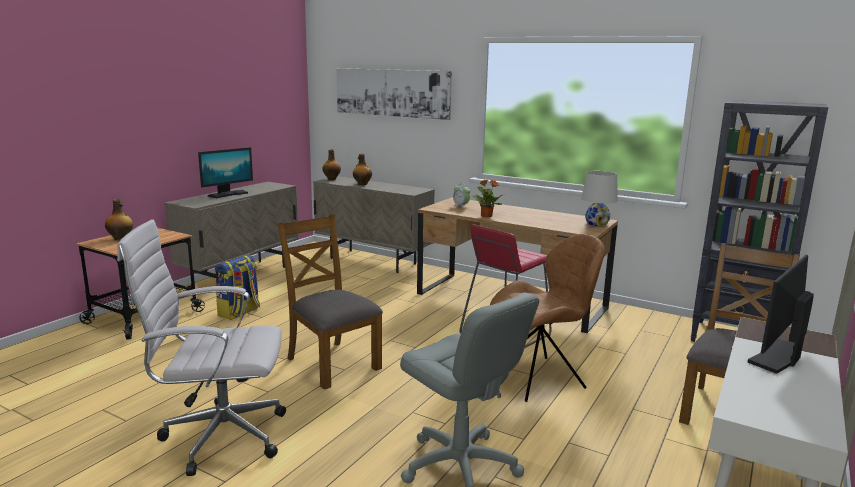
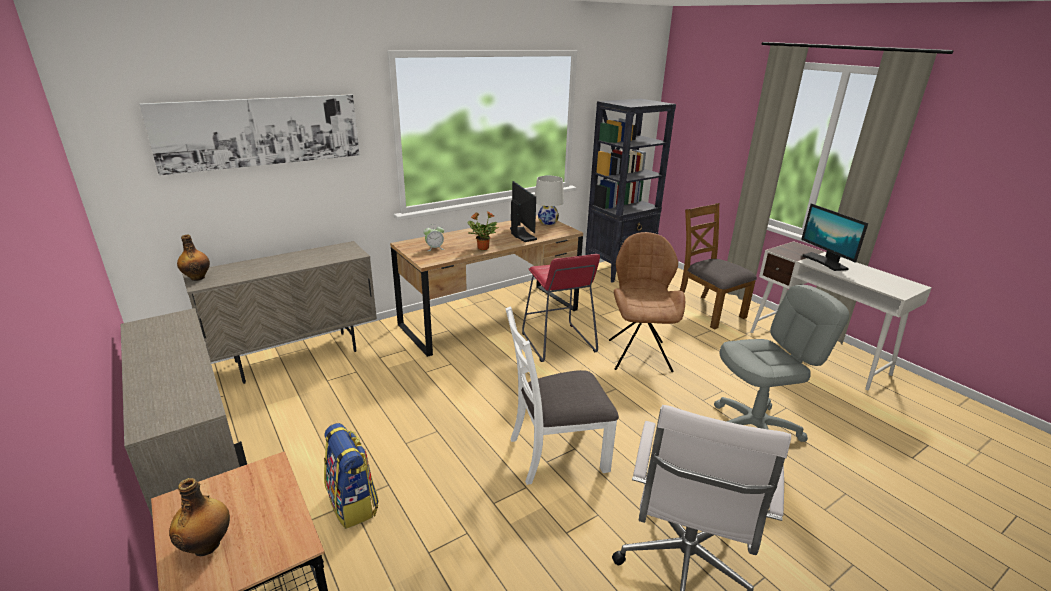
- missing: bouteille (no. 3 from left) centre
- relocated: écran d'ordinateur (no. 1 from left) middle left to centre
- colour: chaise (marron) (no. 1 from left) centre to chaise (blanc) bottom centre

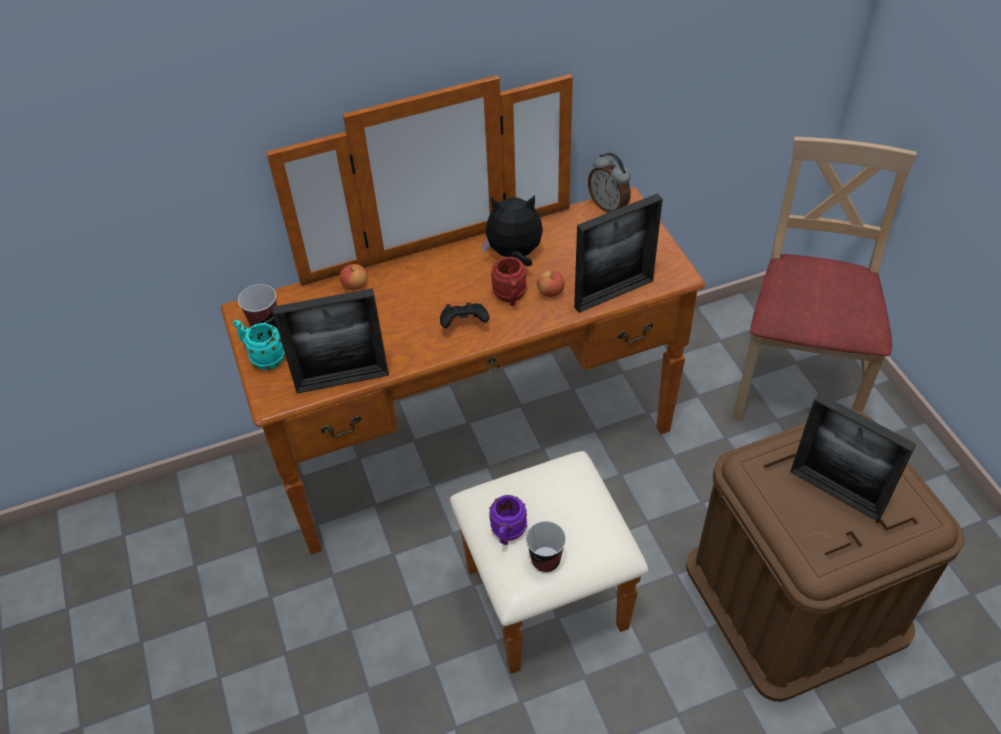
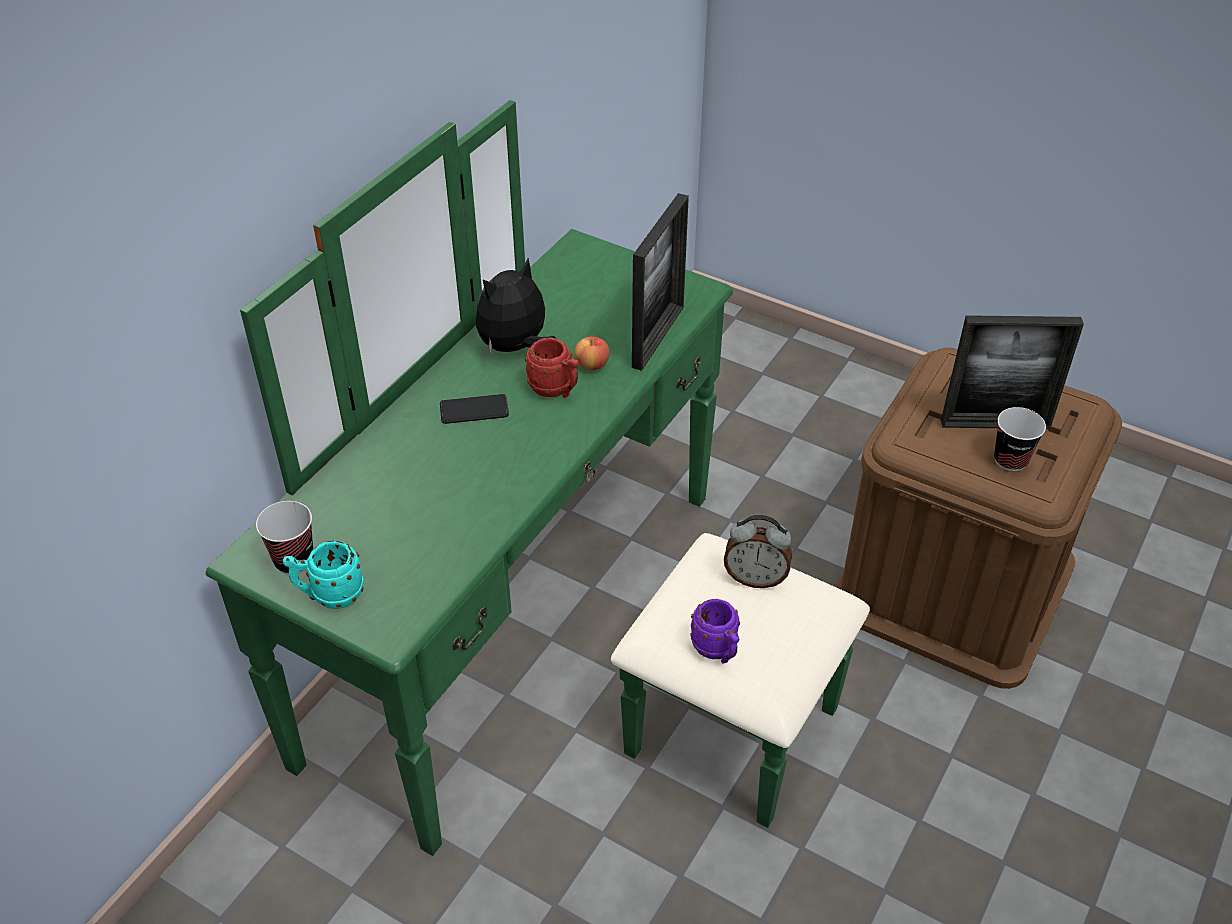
- missing: cadre photo (no. 1 from left) middle left
- missing: pomme (no. 1 from left) centre
- missing: manette (noir) centre
- missing: chaise (beige) middle right
- appeared: téléphone centre
- relocated: tasse (no. 2 from left) bottom centre to middle right
- relocated: réveil top centre to centre
- colour: commode (marron) centre to commode (vert) centre

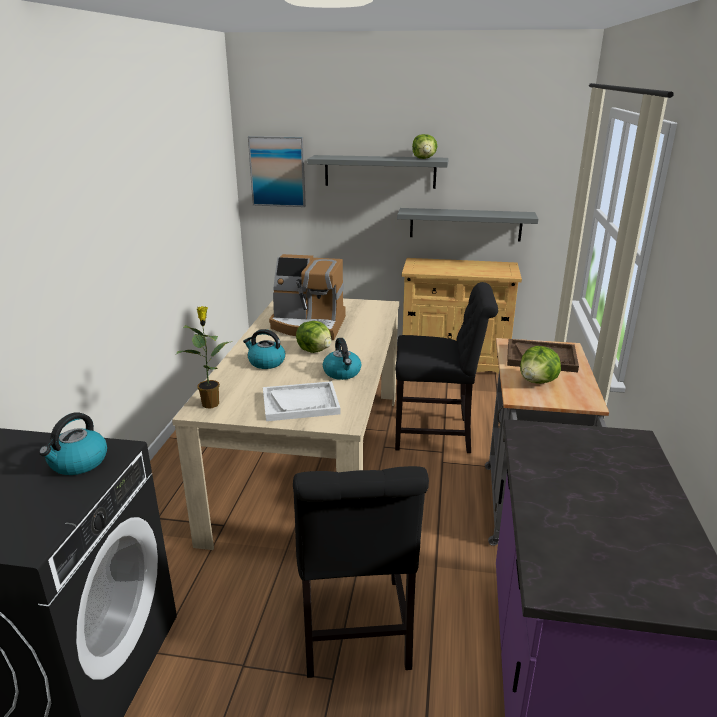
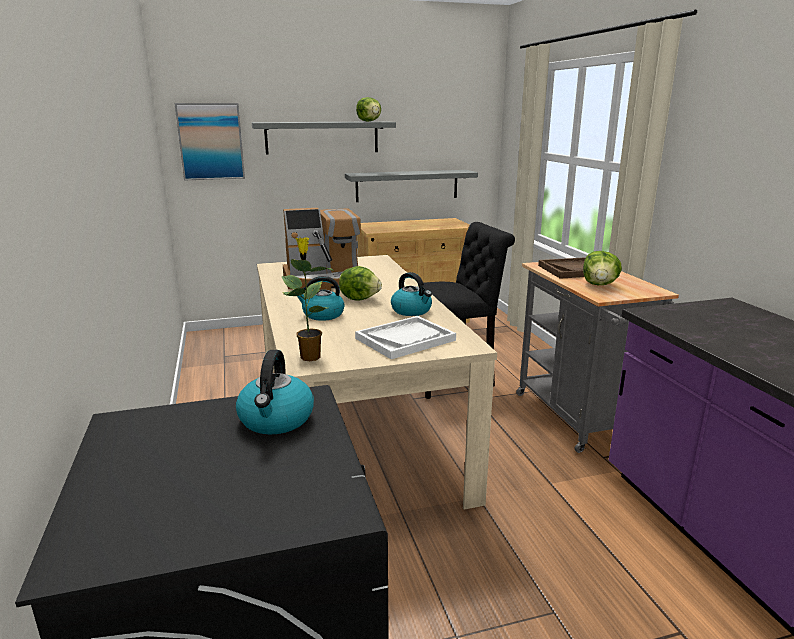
- missing: chaise (noir) (no. 1 from left) bottom centre

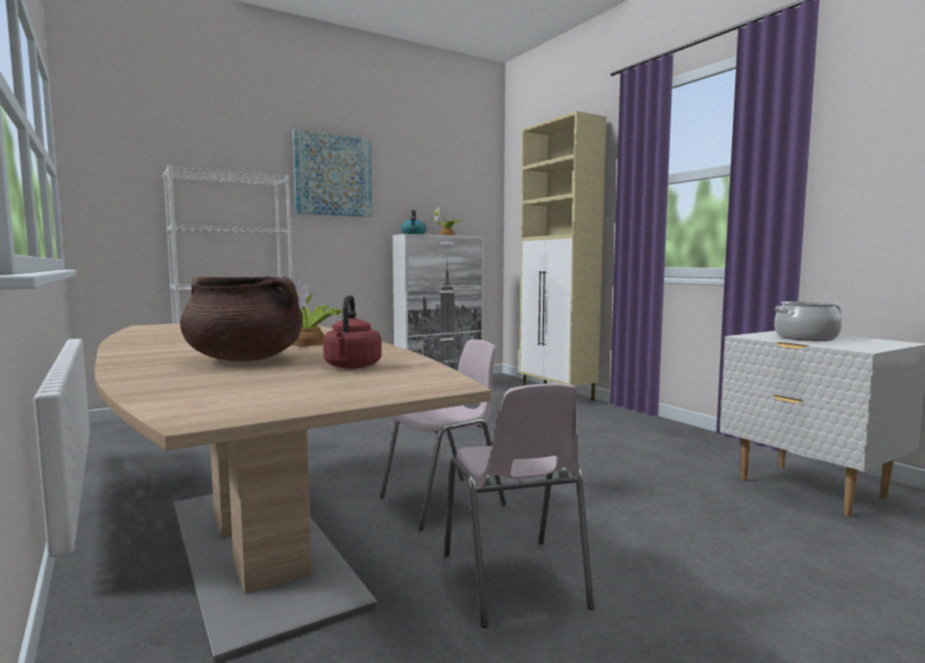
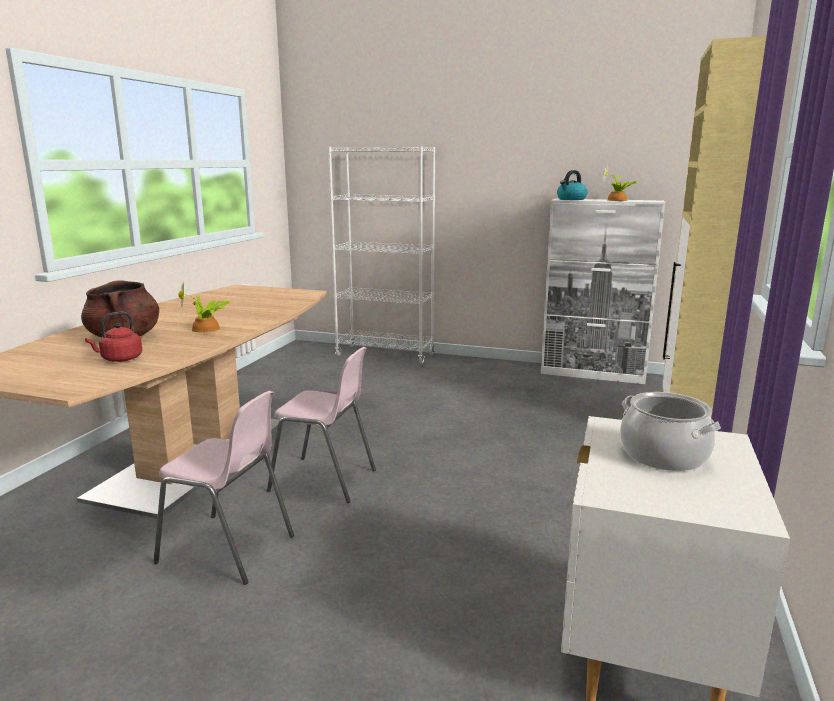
- missing: tableau top centre
- spun: chaise (rose) (no. 2 from left in the first image) bottom centre = bottom left 105 degrees counterclockwise

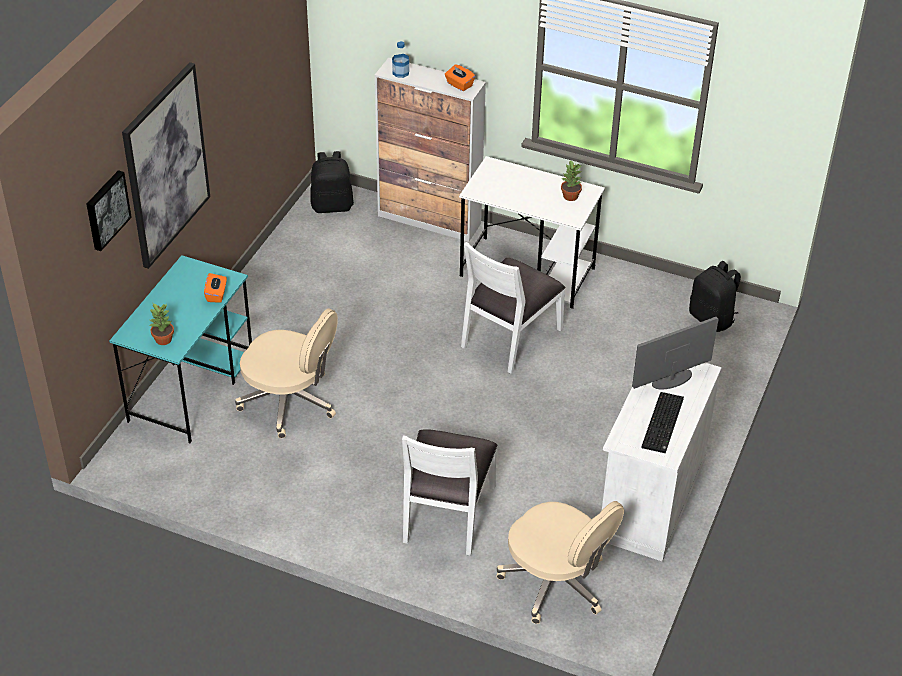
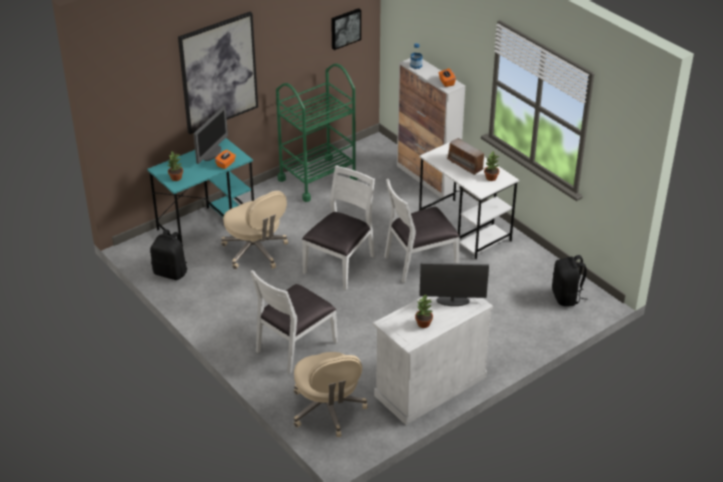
- appeared: écran d'ordinateur (no. 1 from left) top left
- appeared: chariot (vert) top centre
- appeared: chaise (blanc) (no. 2 from left) centre
- appeared: radio top centre
- relocated: tableau (no. 1 from left in the first image) top left to tableau (no. 2 from left) top centre
- relocated: sac à dos (noir) (no. 1 from left) top centre to middle left
- exchanged: clavier middle right to plante en pot (no. 2 from left) centre

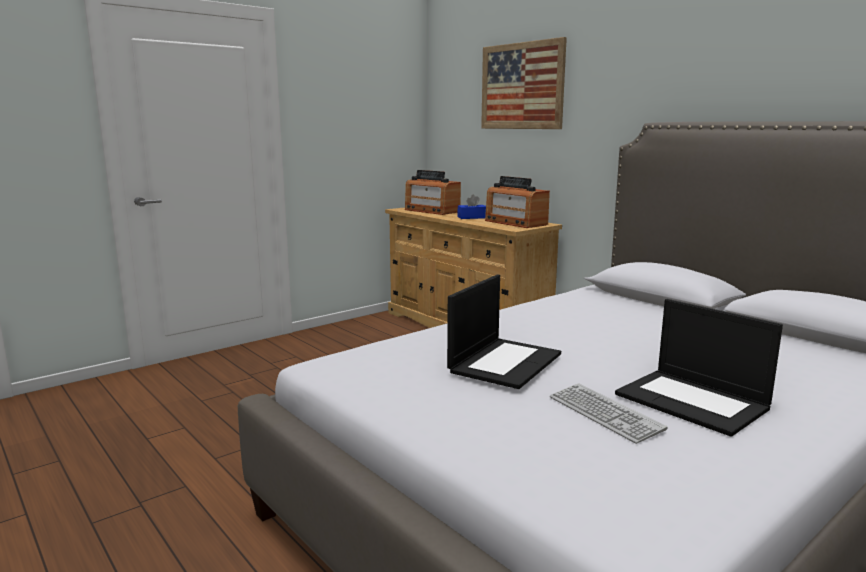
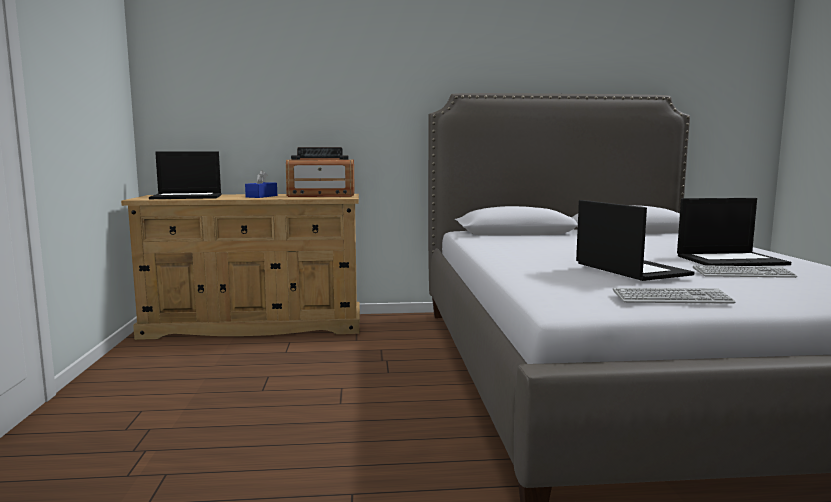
- missing: tableau top centre
- appeared: clavier (no. 1 from left) middle right
- exchanged: radio (no. 1 from left) centre to ordinateur portable (no. 1 from left) middle left

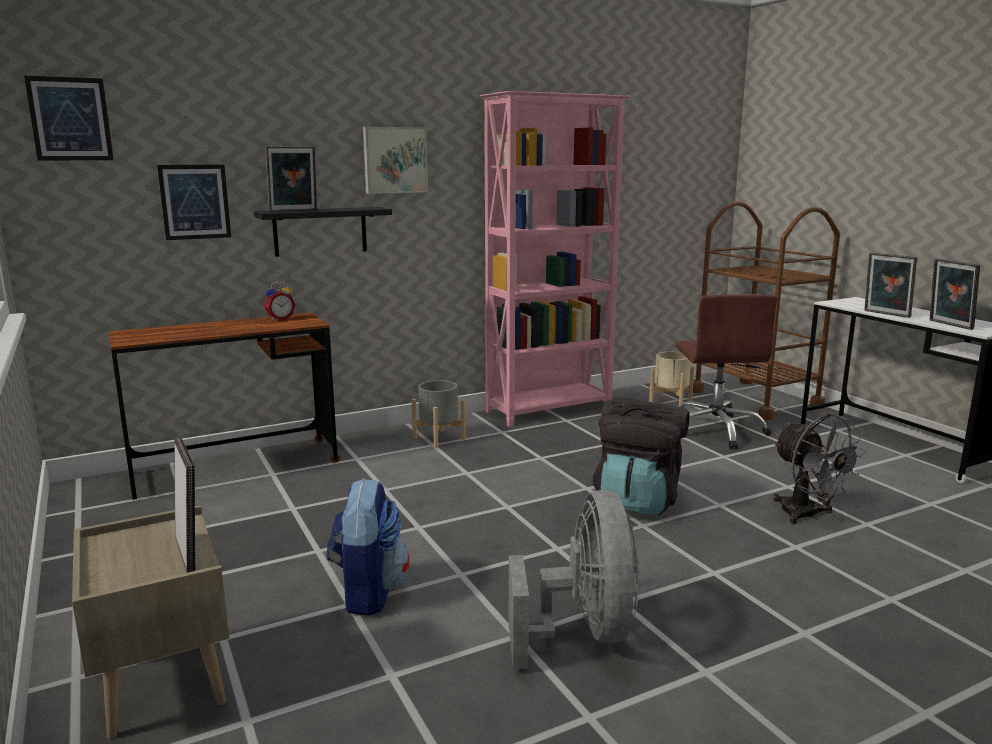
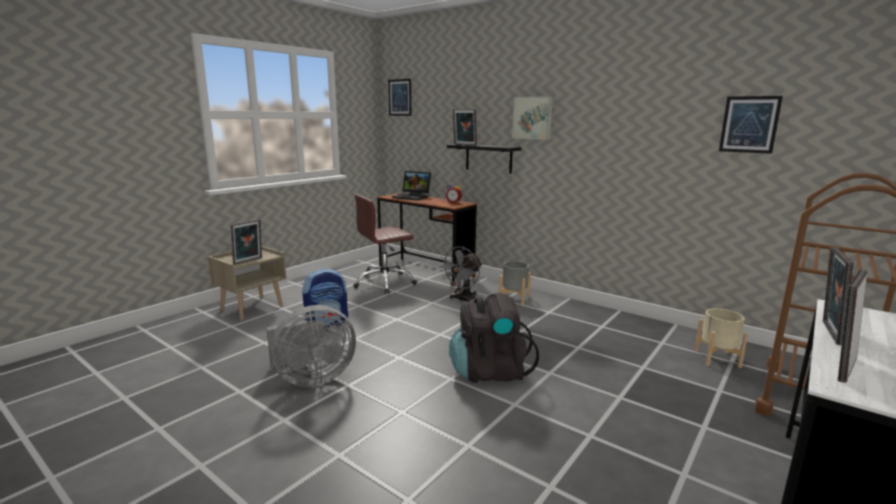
- missing: bibliothèque (rose) centre
- appeared: ordinateur portable centre
- relocated: tableau (no. 2 from left in the first image) top left to tableau (no. 3 from left) top right
- relocated: chaise de bureau (marron) middle right to centre
- relocated: ventilateur (gris) (no. 2 from left) middle right to centre

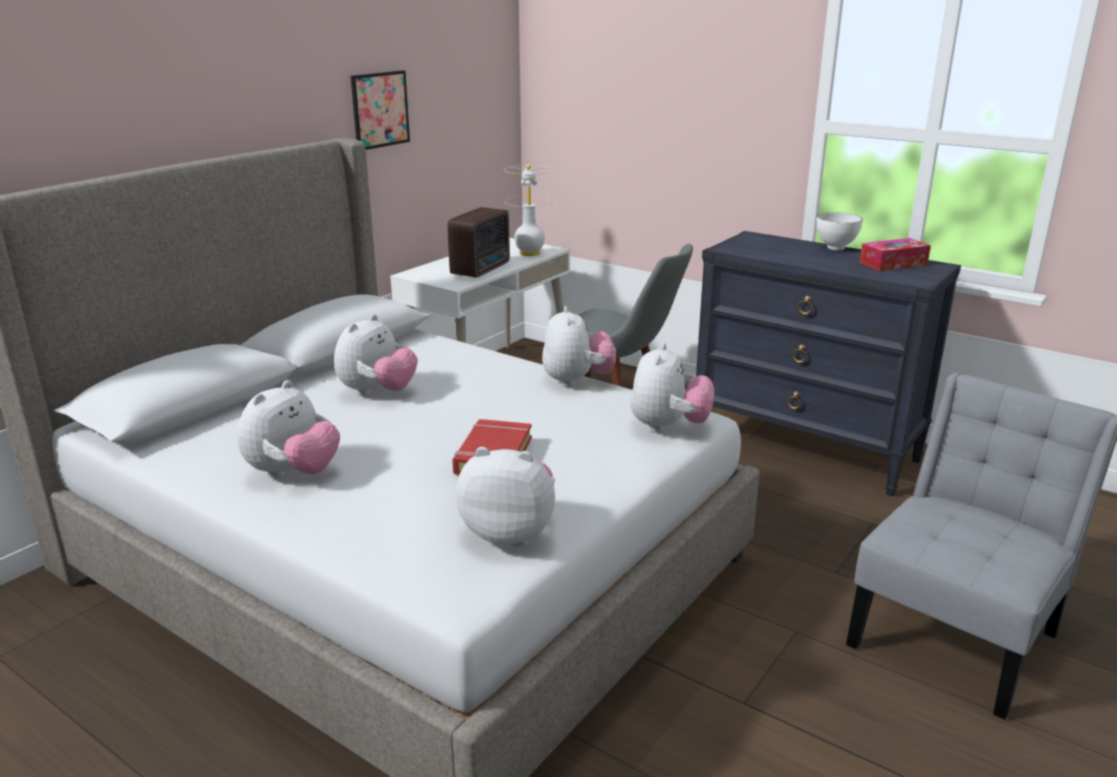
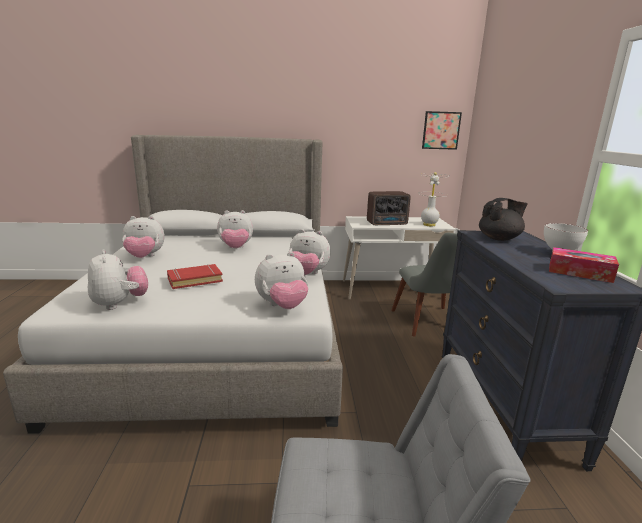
- appeared: théière (noir) middle right
- relocated: tableau top centre to top right
- spun: peluche (no. 4 from left in the first image) centre = centre 60 degrees clockwise

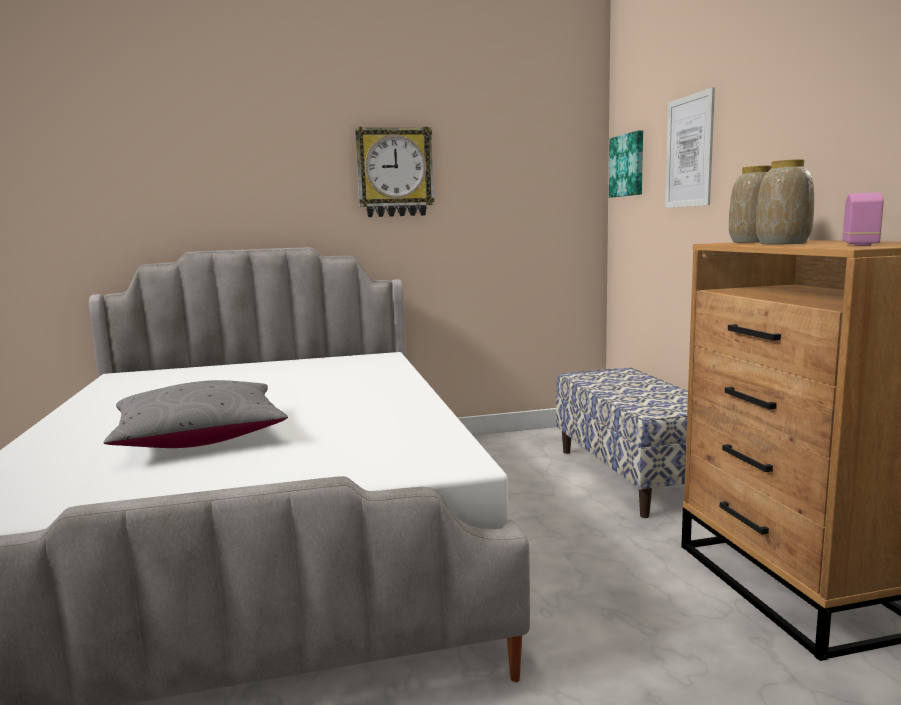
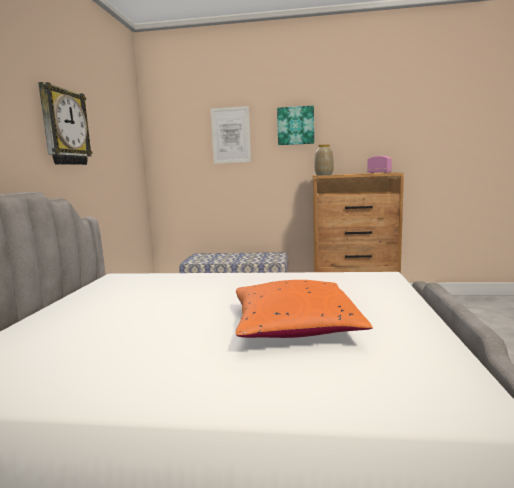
- missing: vase (no. 2 from left) top right
- relocated: tableau (no. 1 from left in the first image) top right to tableau (no. 2 from left) top centre
- colour: coussin (gris) middle left to coussin (orange) centre

